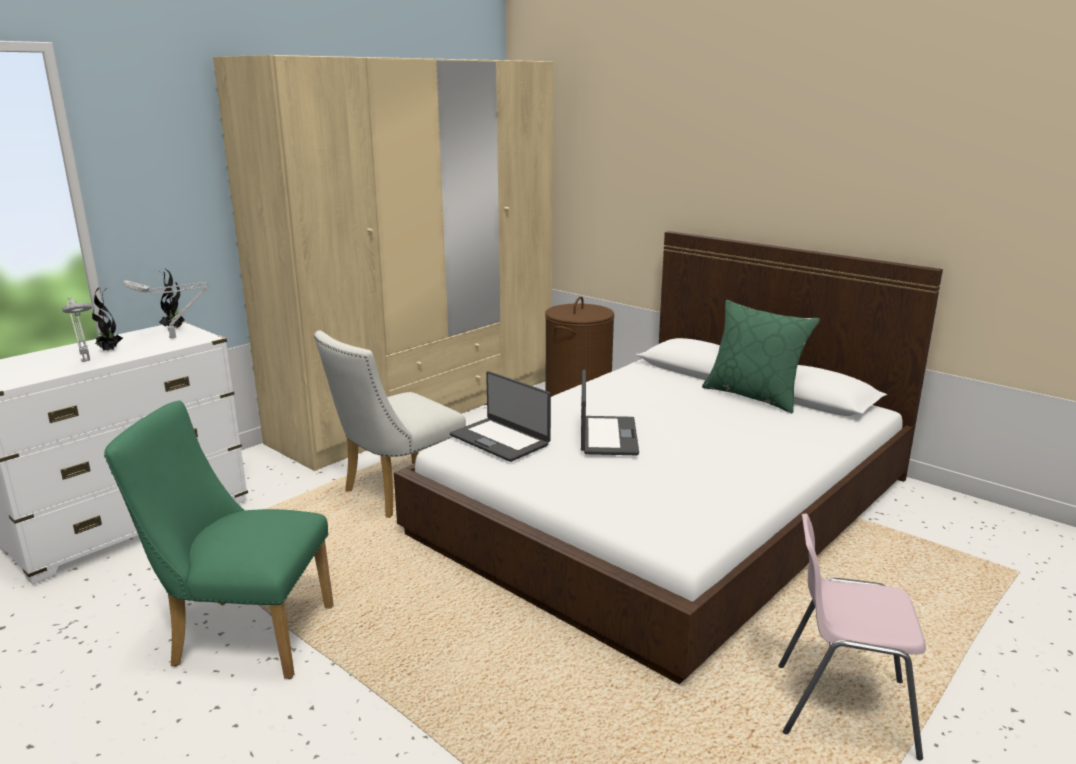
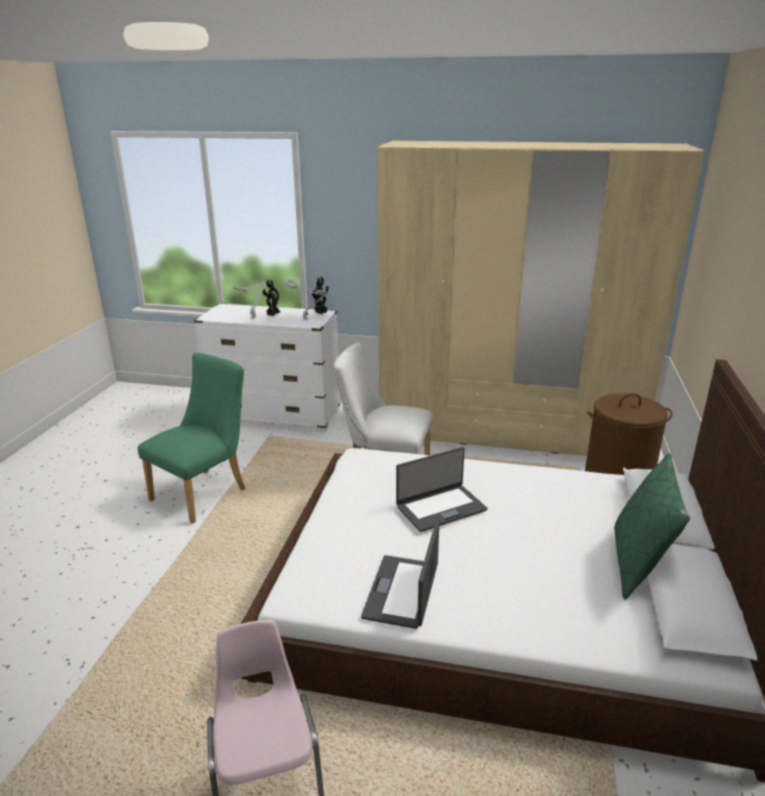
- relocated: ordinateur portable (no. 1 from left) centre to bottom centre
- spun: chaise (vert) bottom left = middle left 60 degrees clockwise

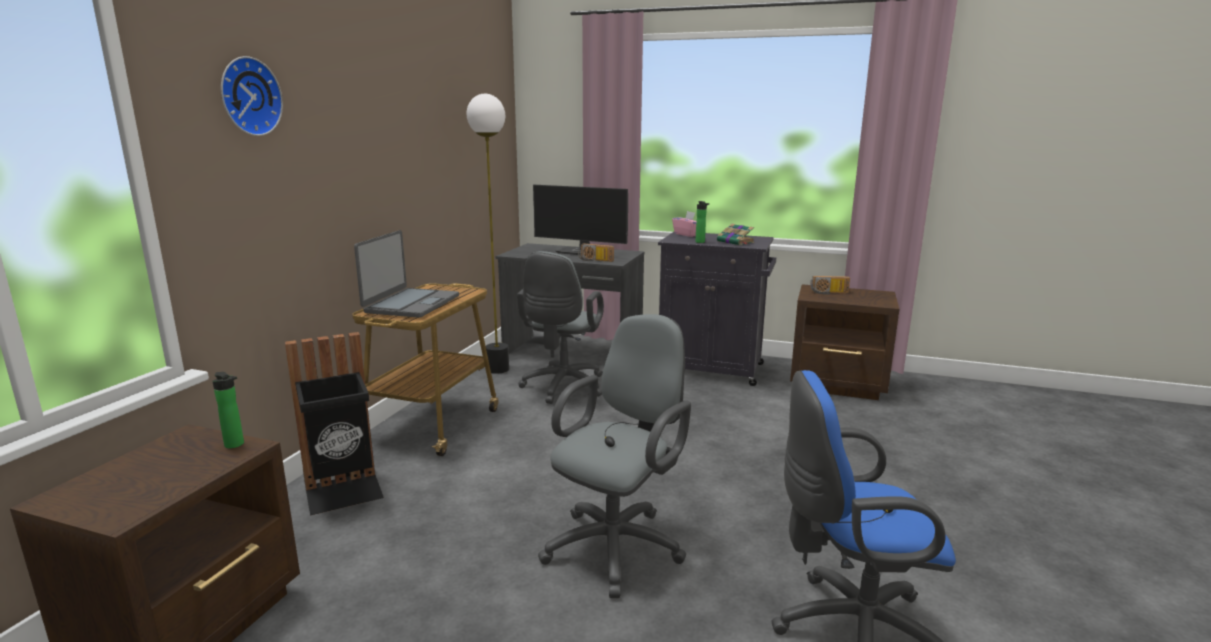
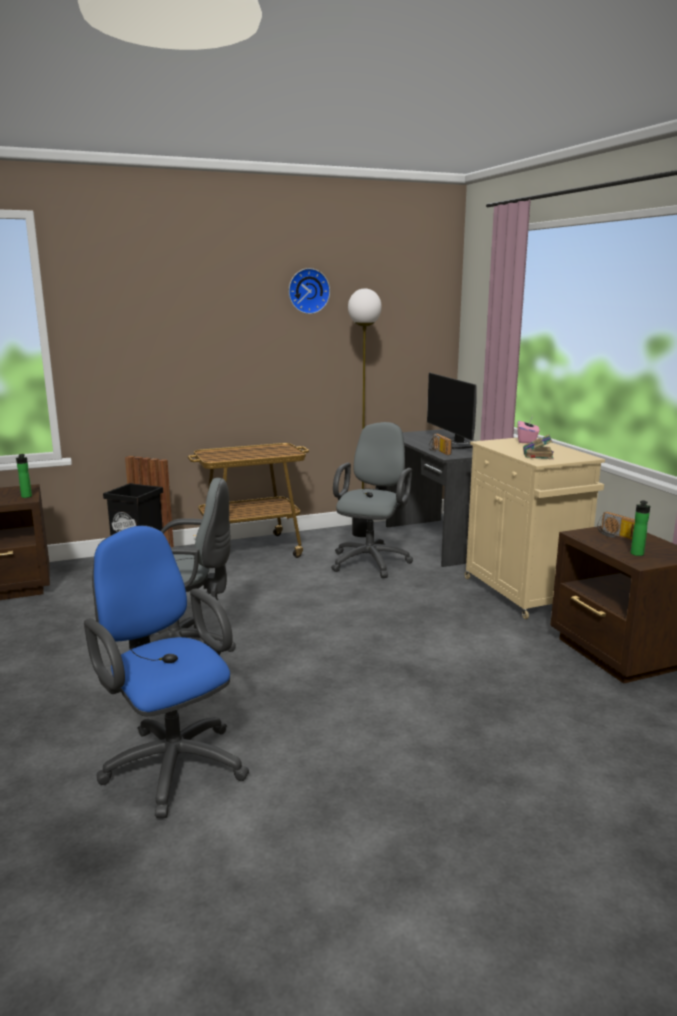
- missing: ordinateur portable centre
- relocated: horloge murale top left to top centre
- relocated: bouteille (no. 2 from left) centre to middle right
- colour: meuble de rangement (noir) centre to meuble de rangement (beige) middle right
- spun: chaise de bureau (gris) (no. 1 from left in the first image) centre = centre 135 degrees clockwise

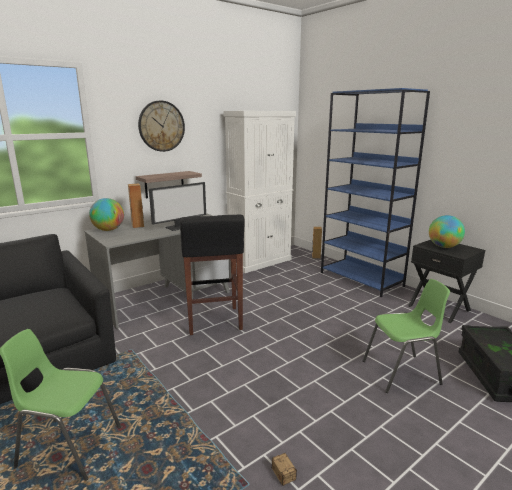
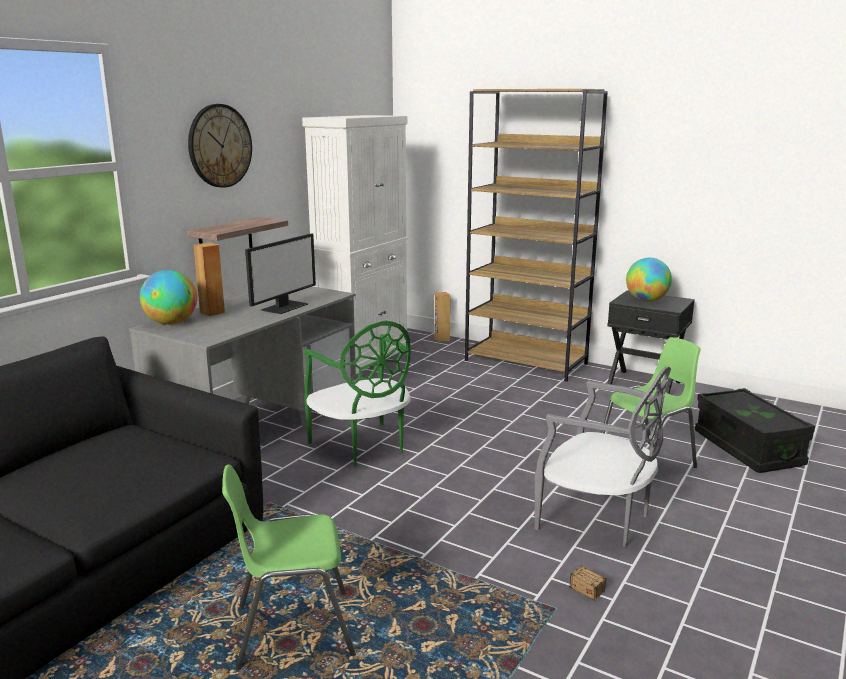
- appeared: chaise (gris) bottom right
- exchanged: tabouret (noir) centre to chaise (vert) (no. 2 from left) centre
- colour: bibliothèque (bleu) middle right to bibliothèque (marron) centre

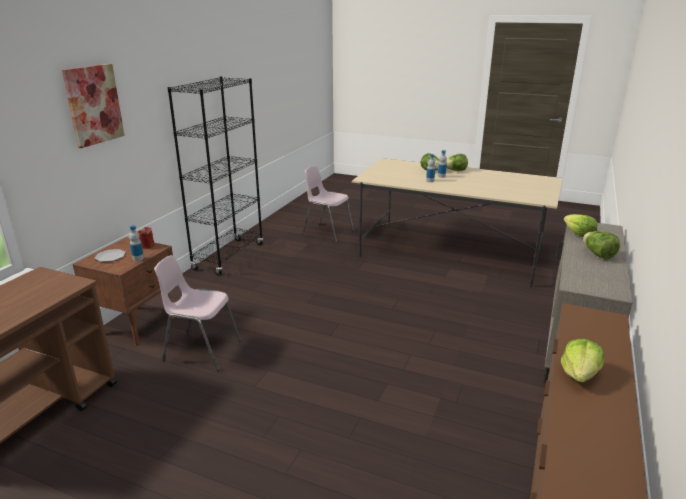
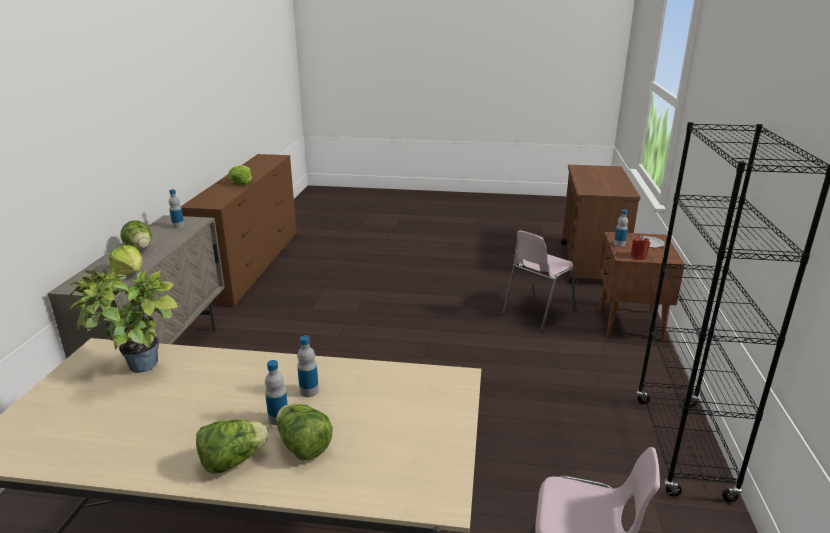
- missing: tableau top left
- appeared: plante en pot middle left
- appeared: bouteille (no. 1 from left) middle left
- spun: chaise (rose) (no. 1 from left) middle left = centre 135 degrees clockwise

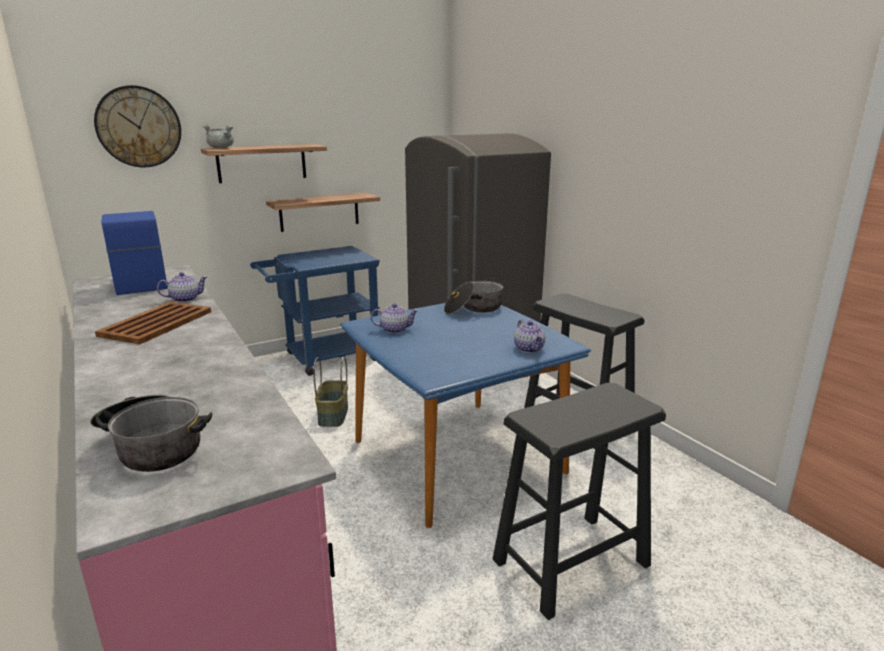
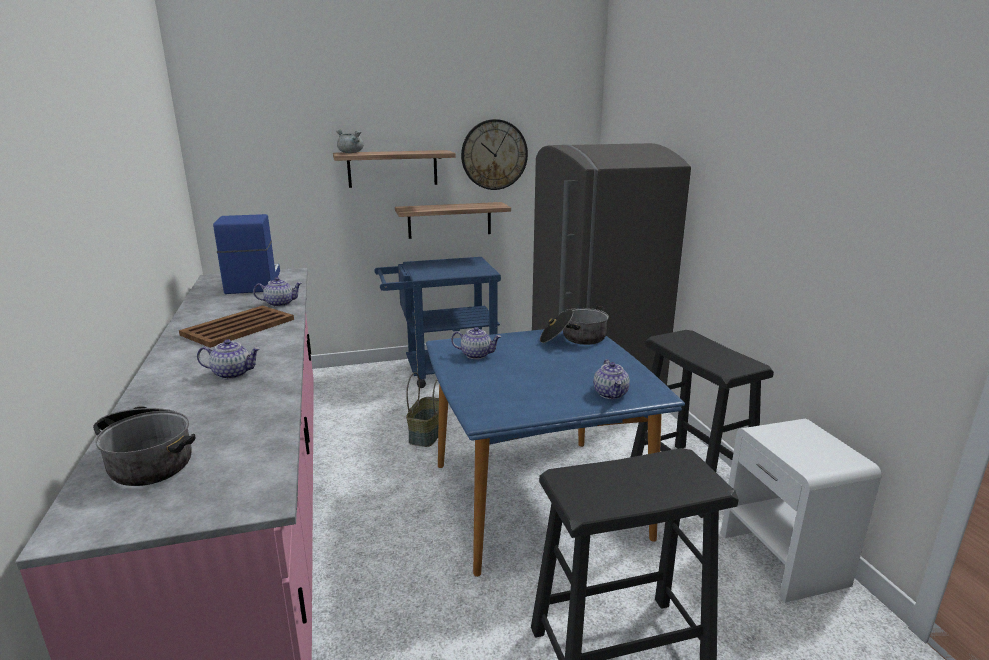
- appeared: théière (no. 1 from left) middle left
- appeared: table de chevet (blanc) bottom right
- relocated: horloge murale top left to top centre

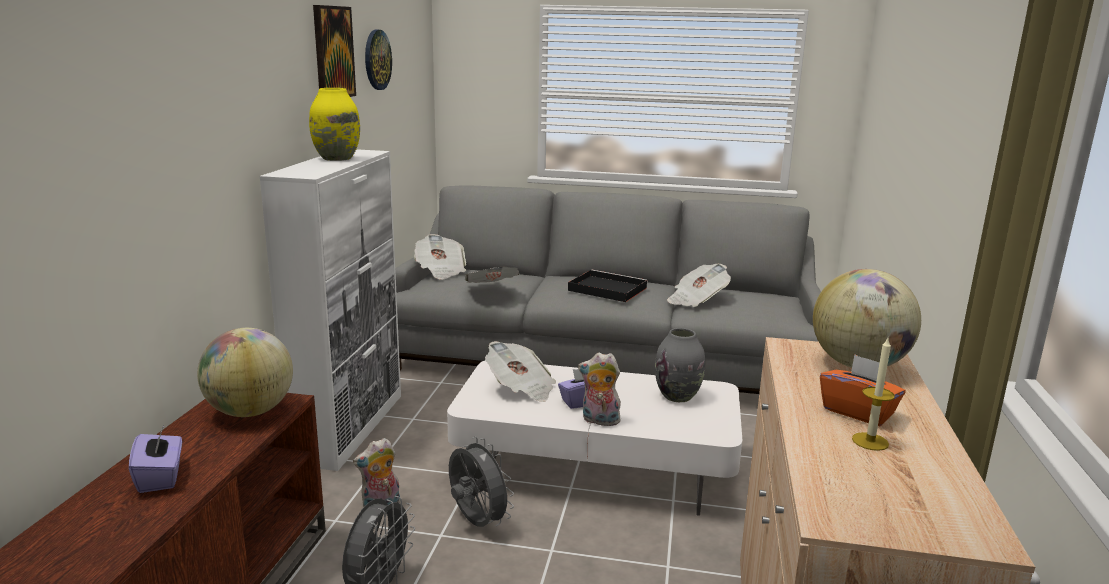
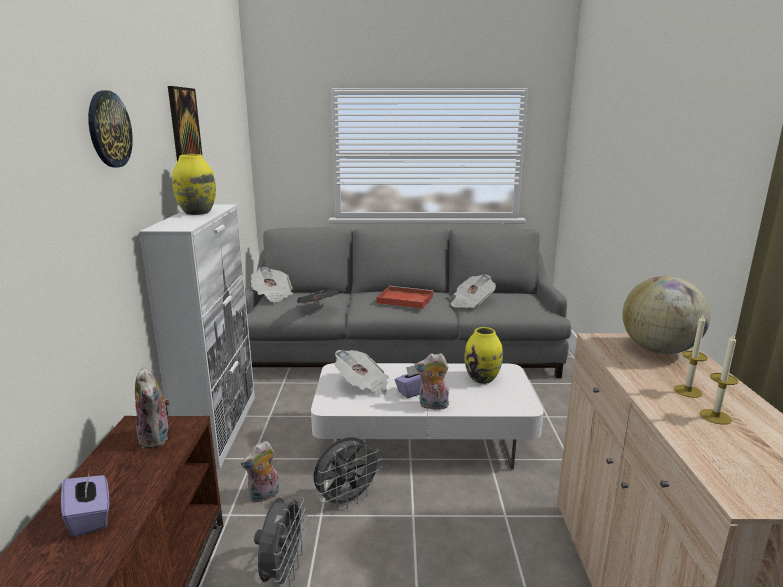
- relocated: horloge murale top centre to top left
- exchanged: globe (no. 1 from left) middle left to peluche (no. 1 from left) bottom left
- exchanged: boîte à mouchoirs (orange) bottom right to bougie (no. 1 from left) middle right
- colour: plateau (noir) centre to plateau (rouge) centre
- colour: vase (gris) centre to vase (jaune) (no. 2 from left) centre
- spun: ventilateur (gris) (no. 2 from left) bottom centre = bottom centre 105 degrees clockwise

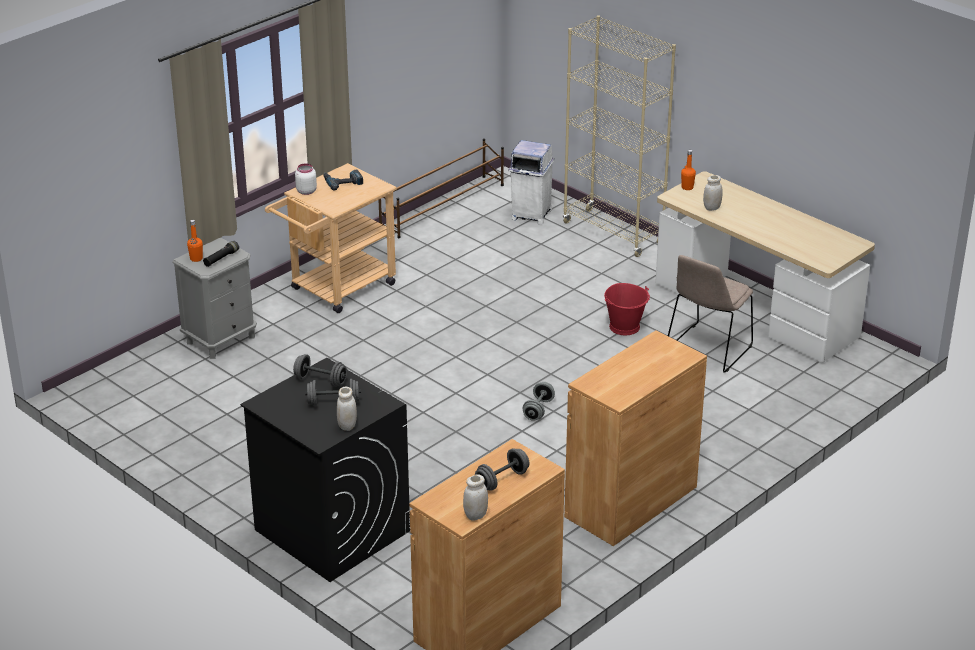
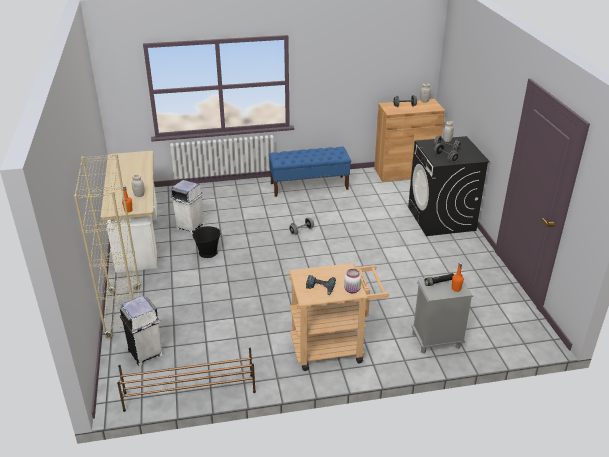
- exchanged: meuble de rangement (marron) (no. 2 from left) bottom centre to banc (bleu) centre
- exchanged: chaise (beige) middle right to poubelle (blanc) (no. 2 from left) middle left
- colour: seau (rouge) centre to seau (noir) centre

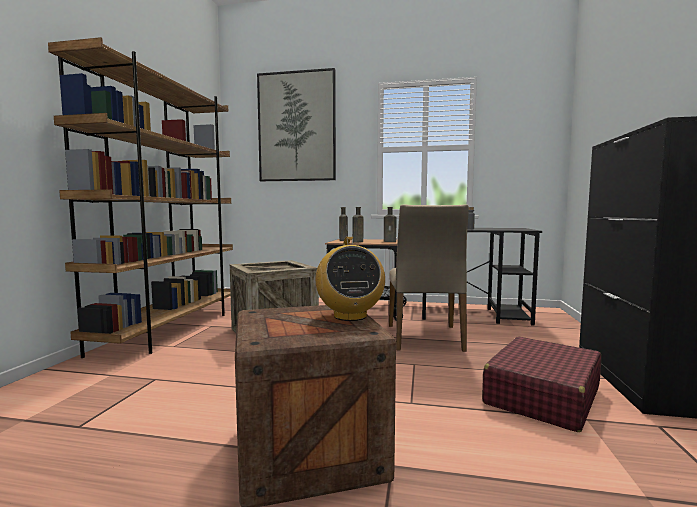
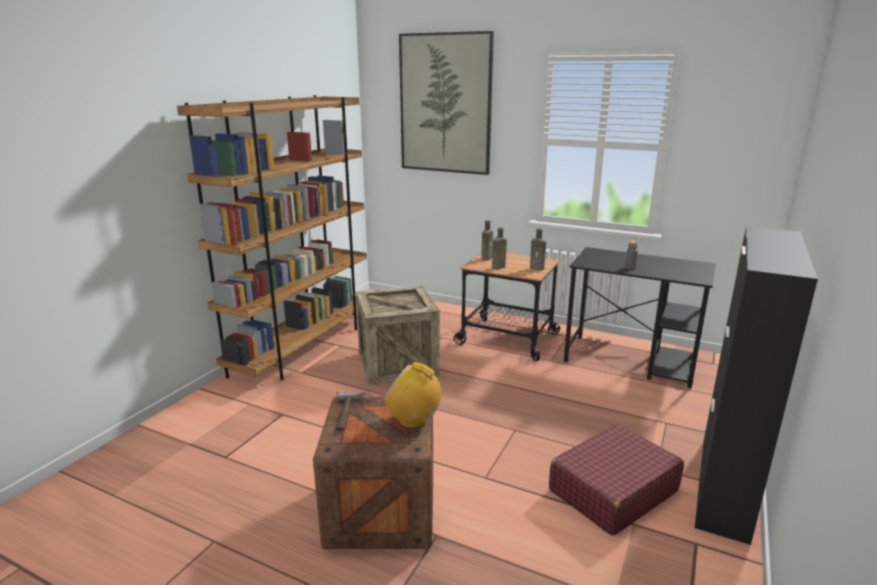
- missing: chaise (beige) centre
- appeared: marteau bottom centre
- spun: radio centre = bottom centre 105 degrees clockwise

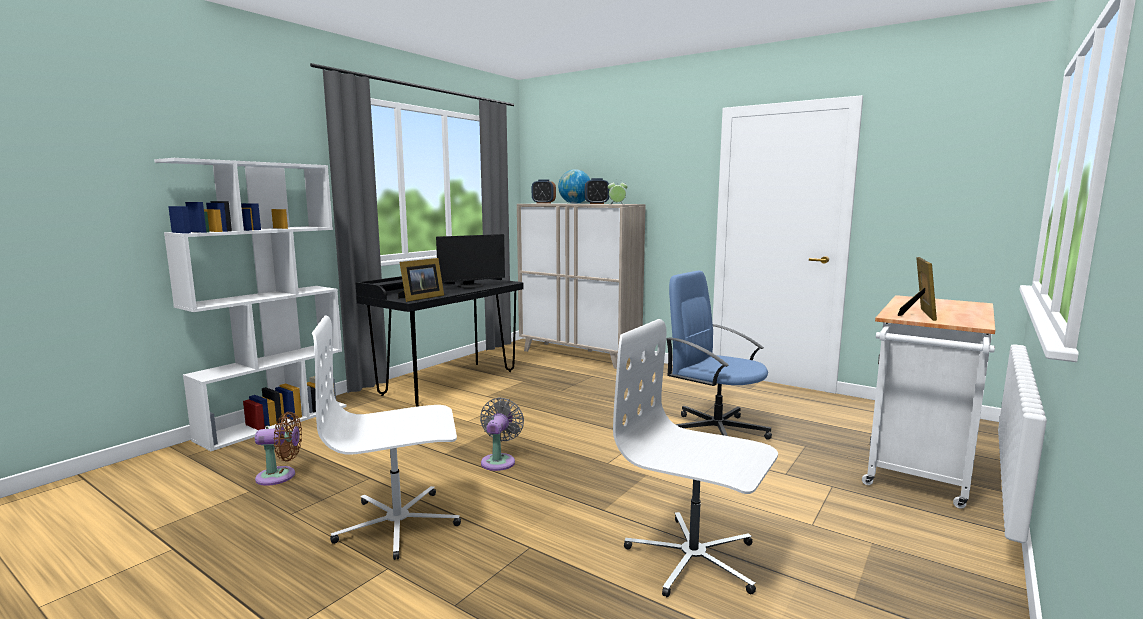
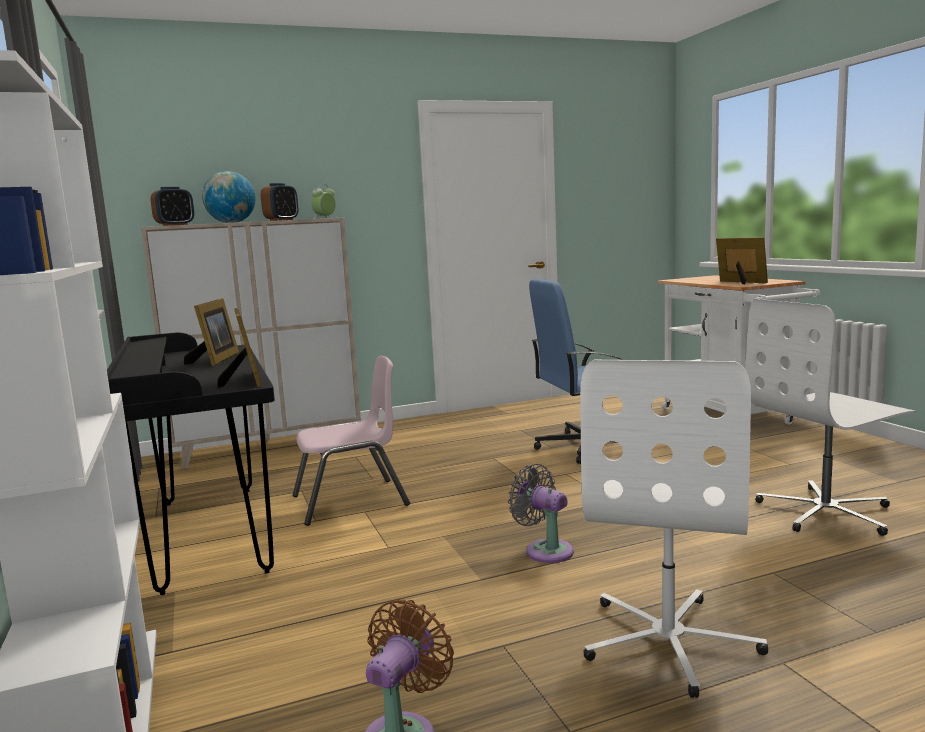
- appeared: chaise (rose) centre
- exchanged: écran d'ordinateur centre to cadre photo (no. 1 from left) middle left

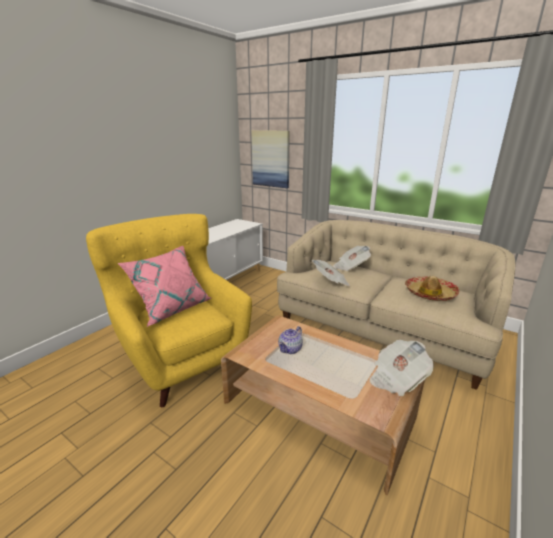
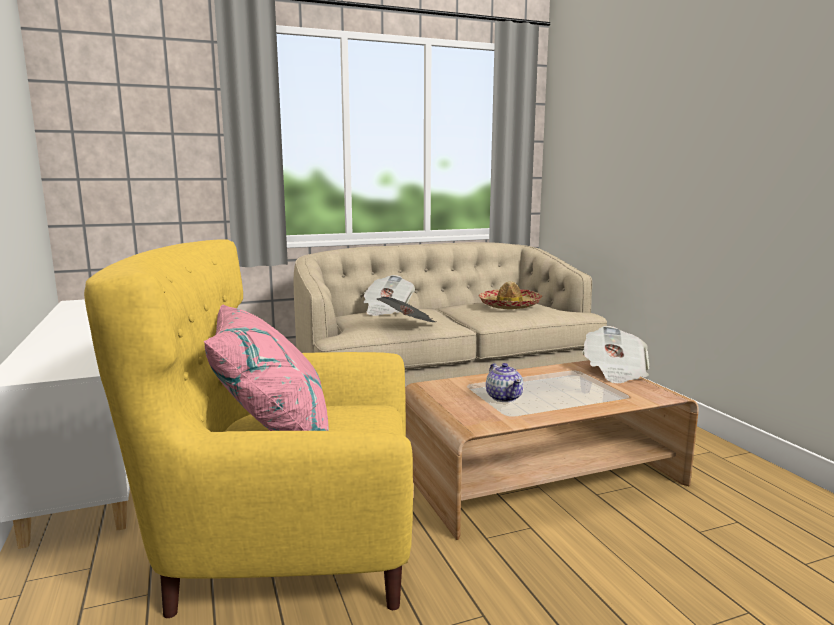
- missing: tableau top centre

